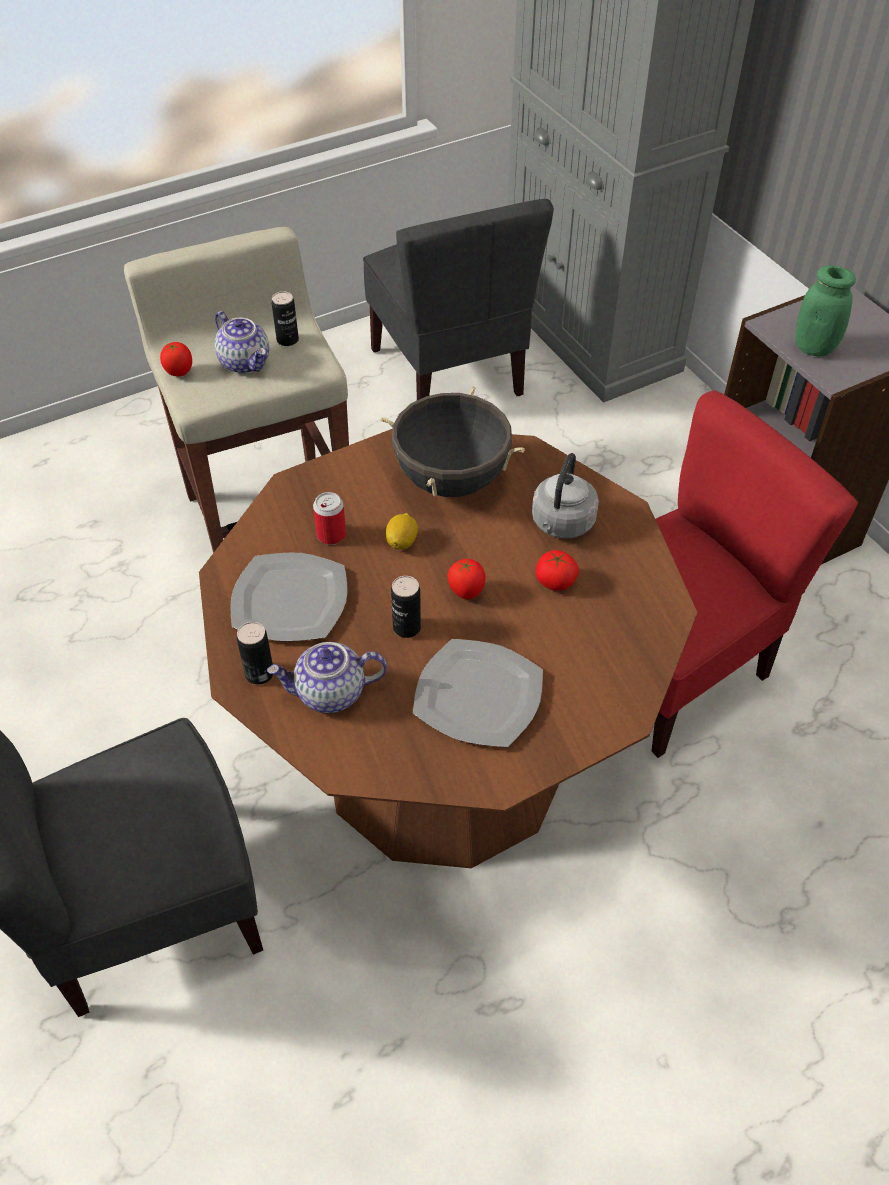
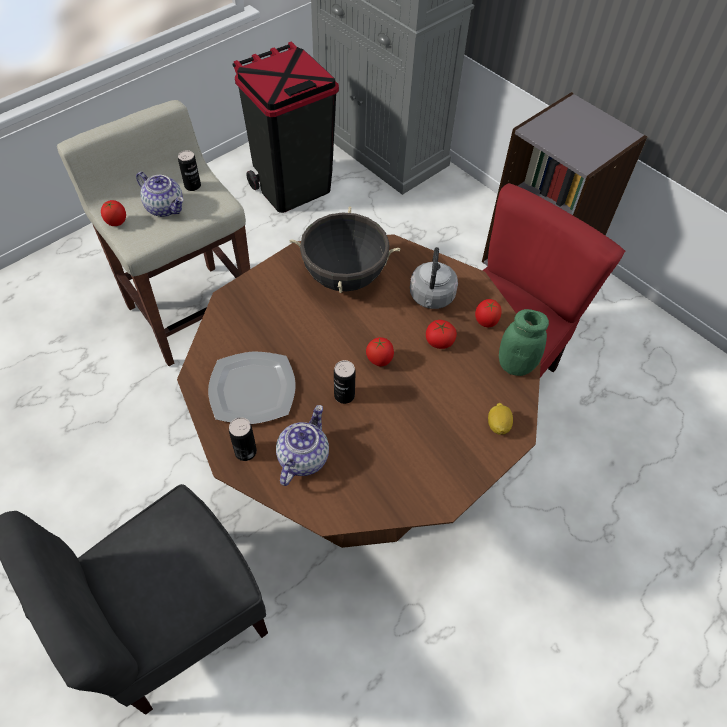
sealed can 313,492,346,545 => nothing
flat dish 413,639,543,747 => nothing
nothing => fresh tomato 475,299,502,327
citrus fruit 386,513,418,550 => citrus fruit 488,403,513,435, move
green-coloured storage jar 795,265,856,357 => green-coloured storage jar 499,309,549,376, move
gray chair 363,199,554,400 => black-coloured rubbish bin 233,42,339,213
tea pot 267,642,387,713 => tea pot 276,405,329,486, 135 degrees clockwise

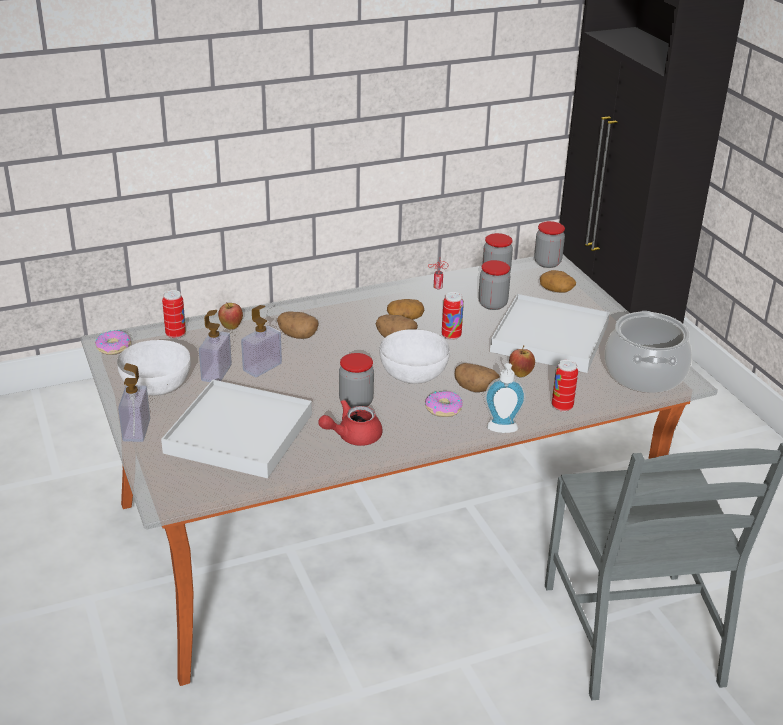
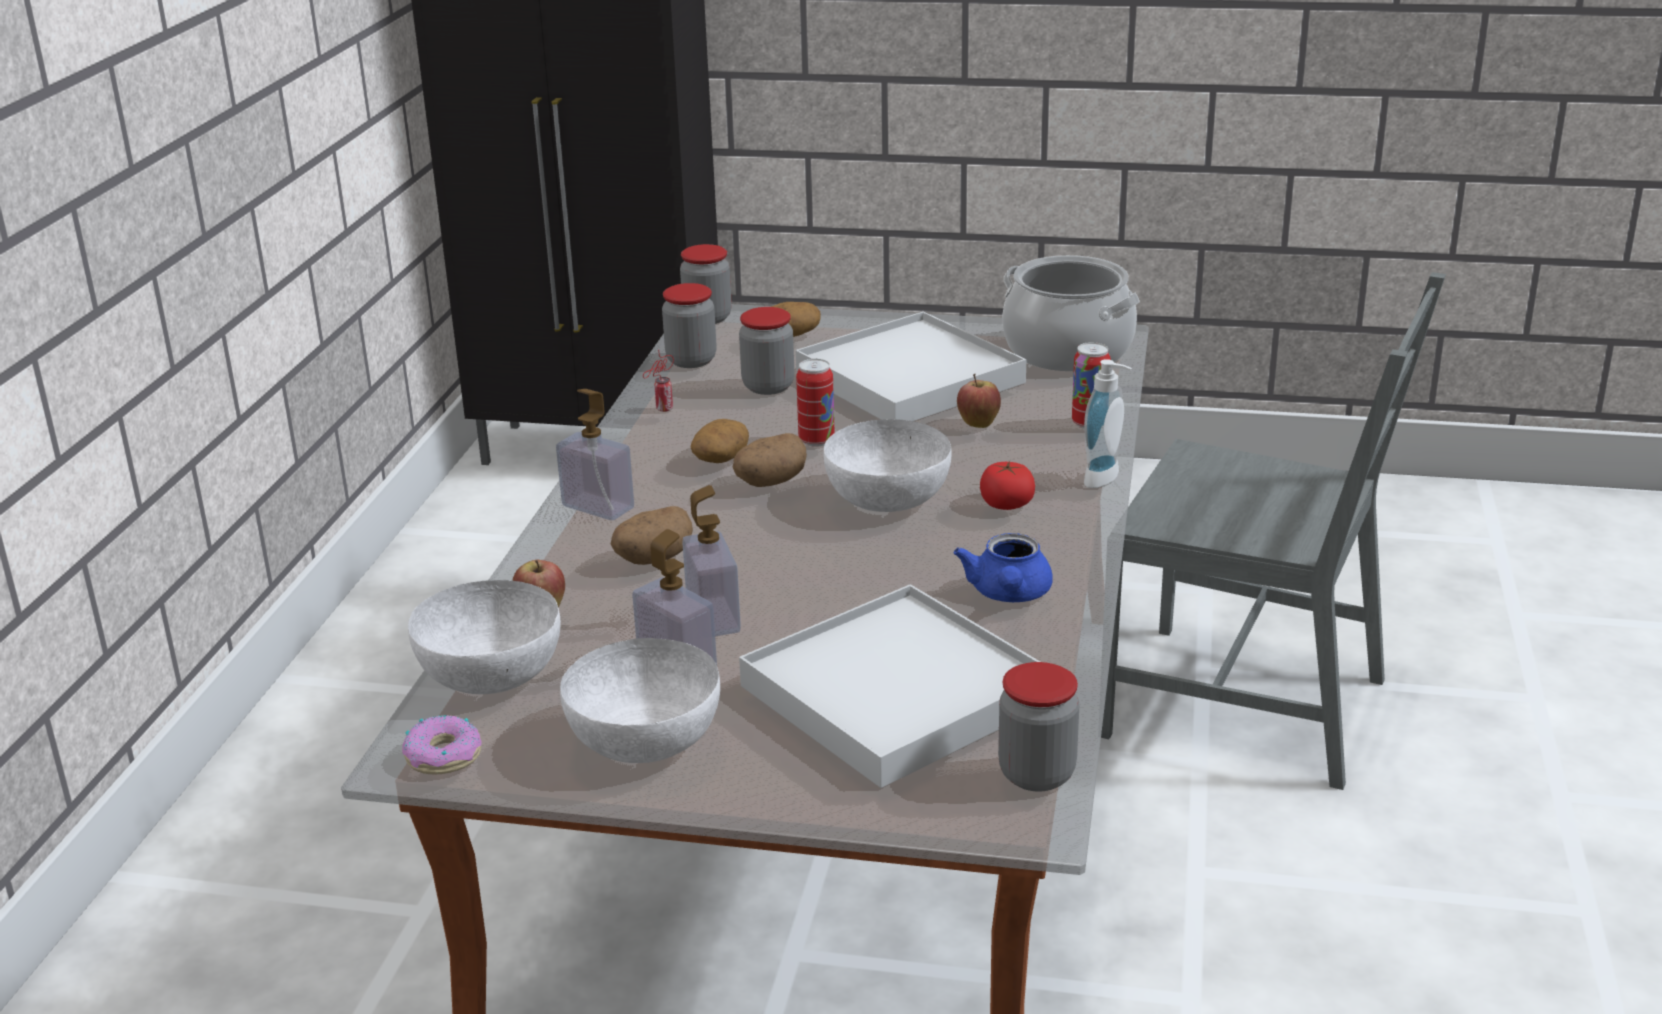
whole potato 455,363,500,392 => nothing
liquid soap bottle 118,363,150,442 => liquid soap bottle 556,389,634,520, move
storage jar 339,353,374,408 => storage jar 998,662,1080,791, move
sealed can 162,290,186,339 => whitish bowl 408,580,561,694
ring doughnut 425,391,462,417 => fresh tomato 980,461,1035,510
red-coloured tea pot 318,400,383,446 => blue-coloured tea pot 953,533,1053,602

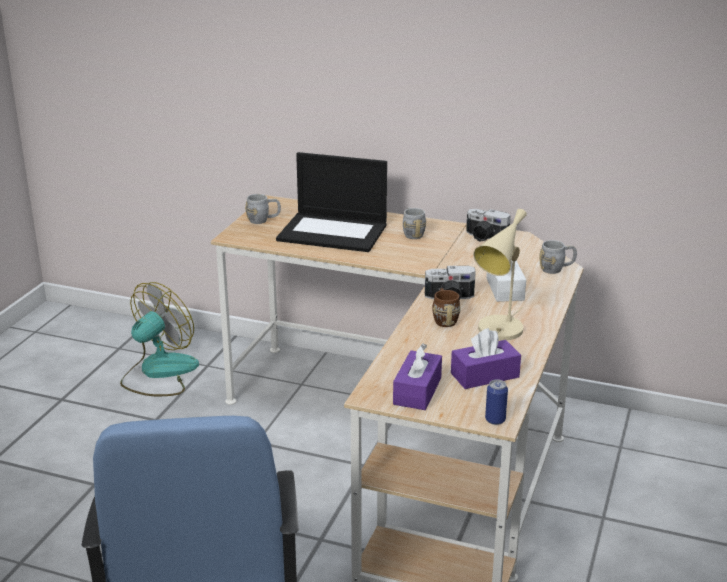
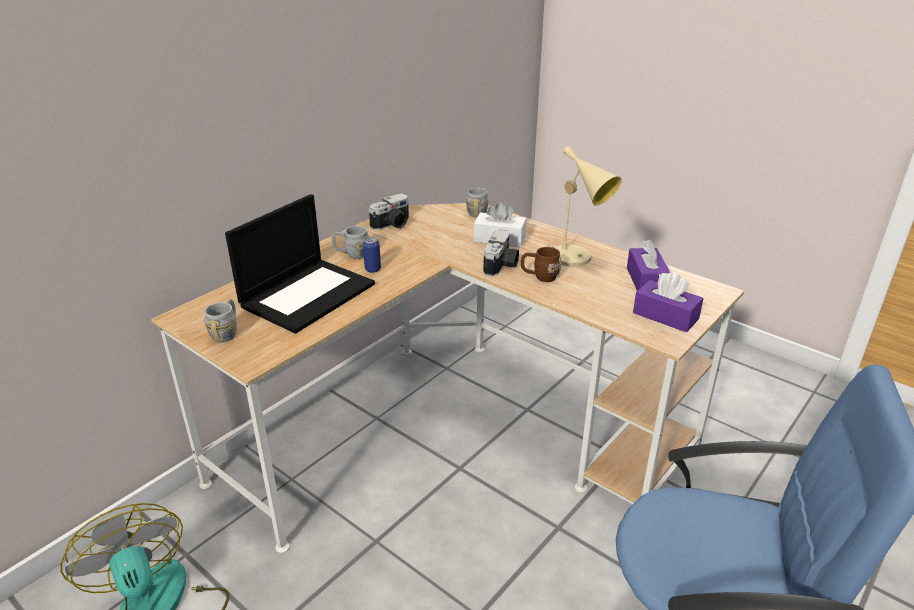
sealed can 485,379,508,425 => sealed can 363,236,381,273, move

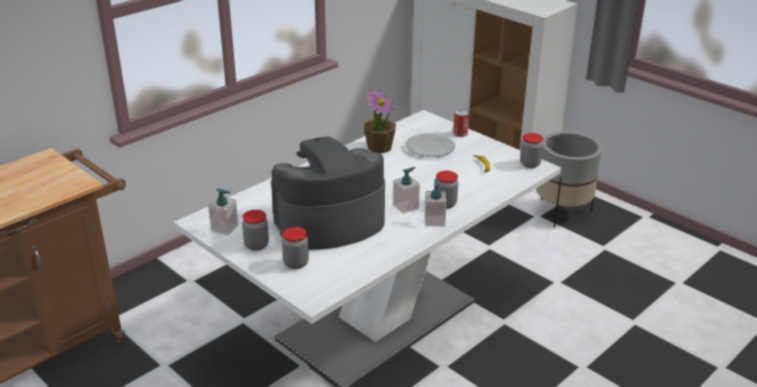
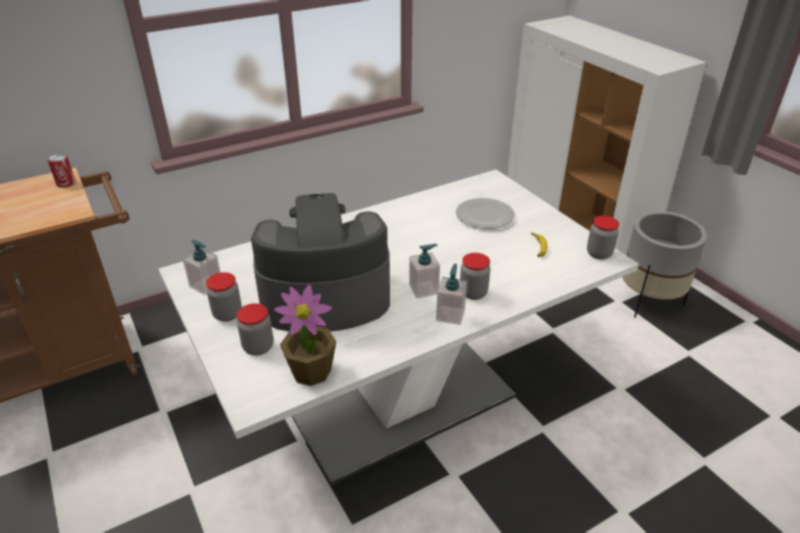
potted plant 364,88,396,153 => potted plant 275,284,336,386, move
sealed can 453,110,469,137 => sealed can 48,154,76,187, move

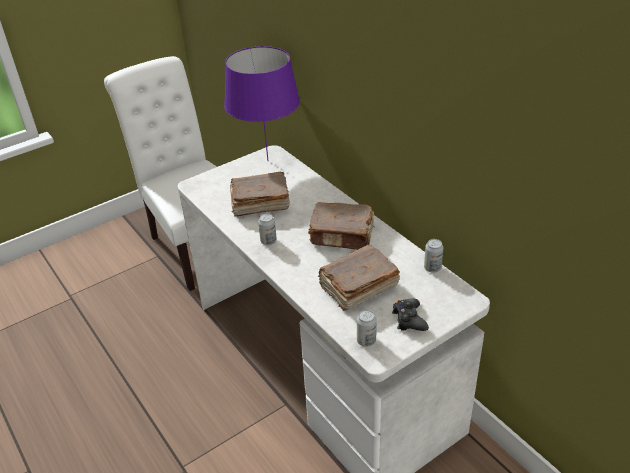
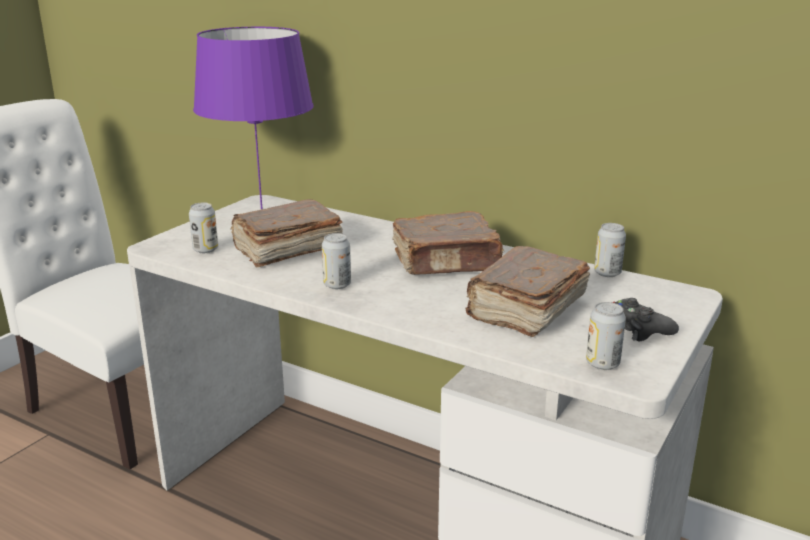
nothing => sealed can 189,202,218,253

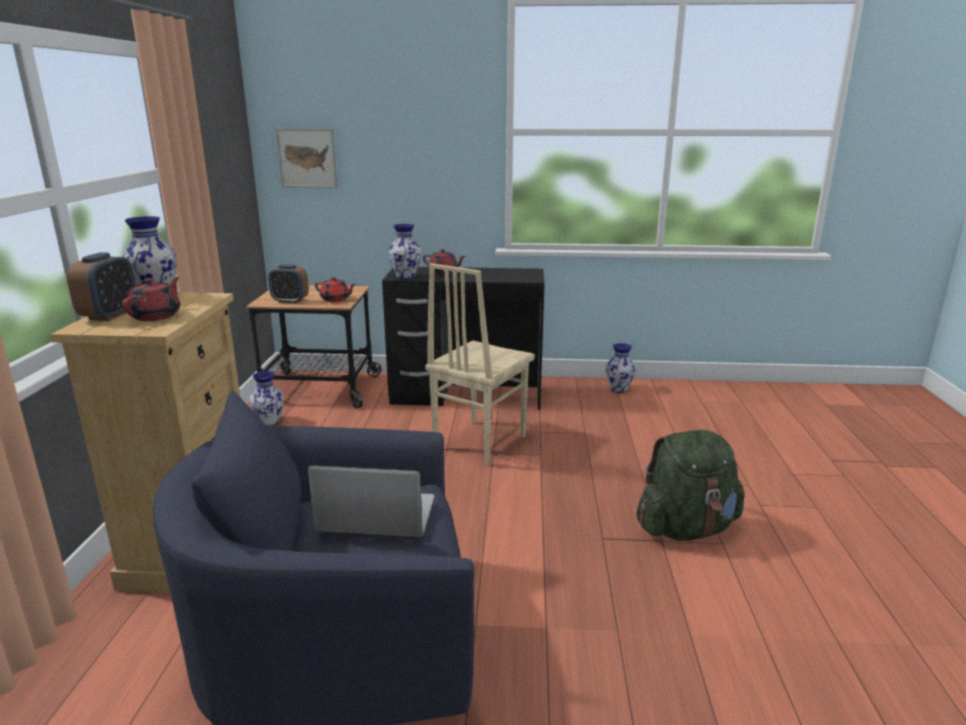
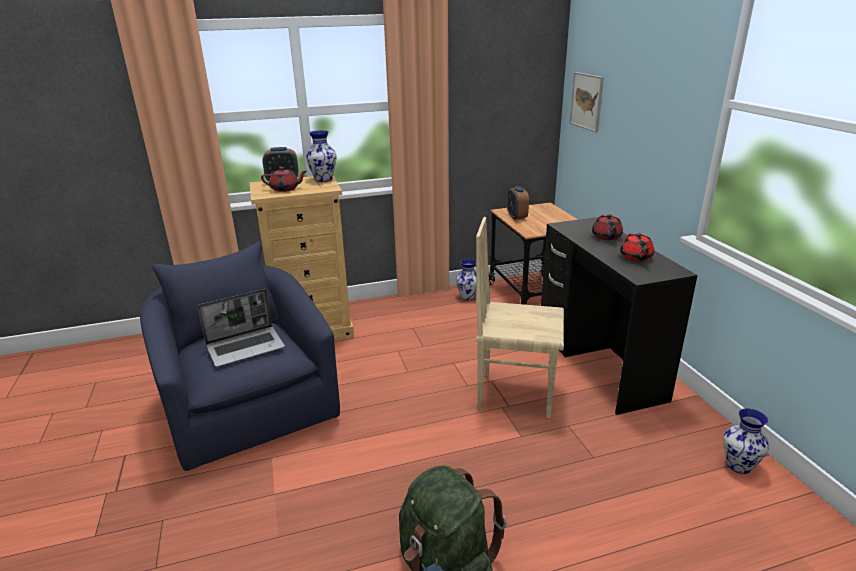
flower vase 388,224,421,279 => nothing
red-coloured tea pot 315,277,356,302 => red-coloured tea pot 620,233,654,262, move
portable computer 308,465,435,539 => portable computer 197,289,285,367, 75 degrees clockwise

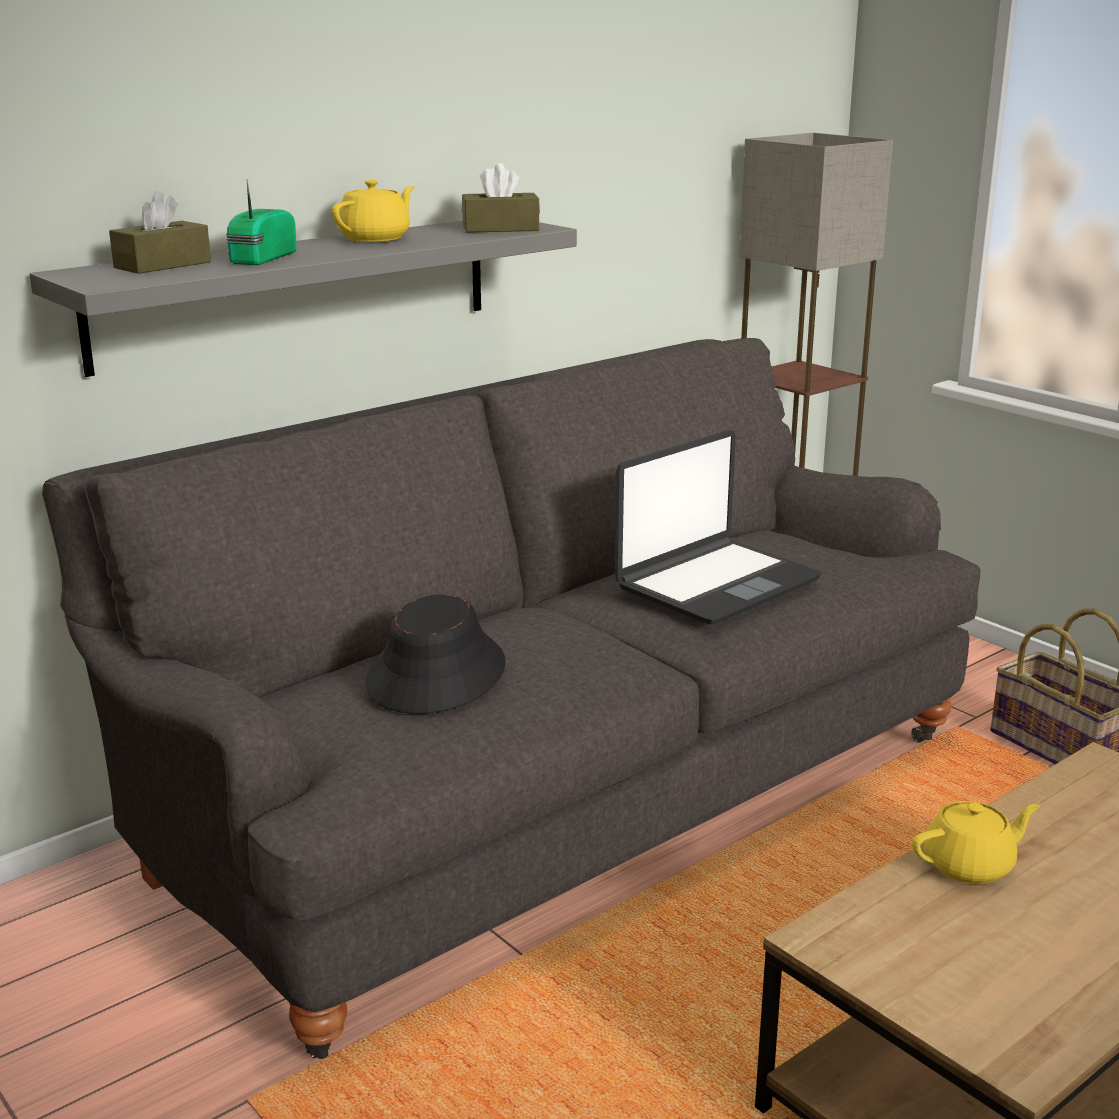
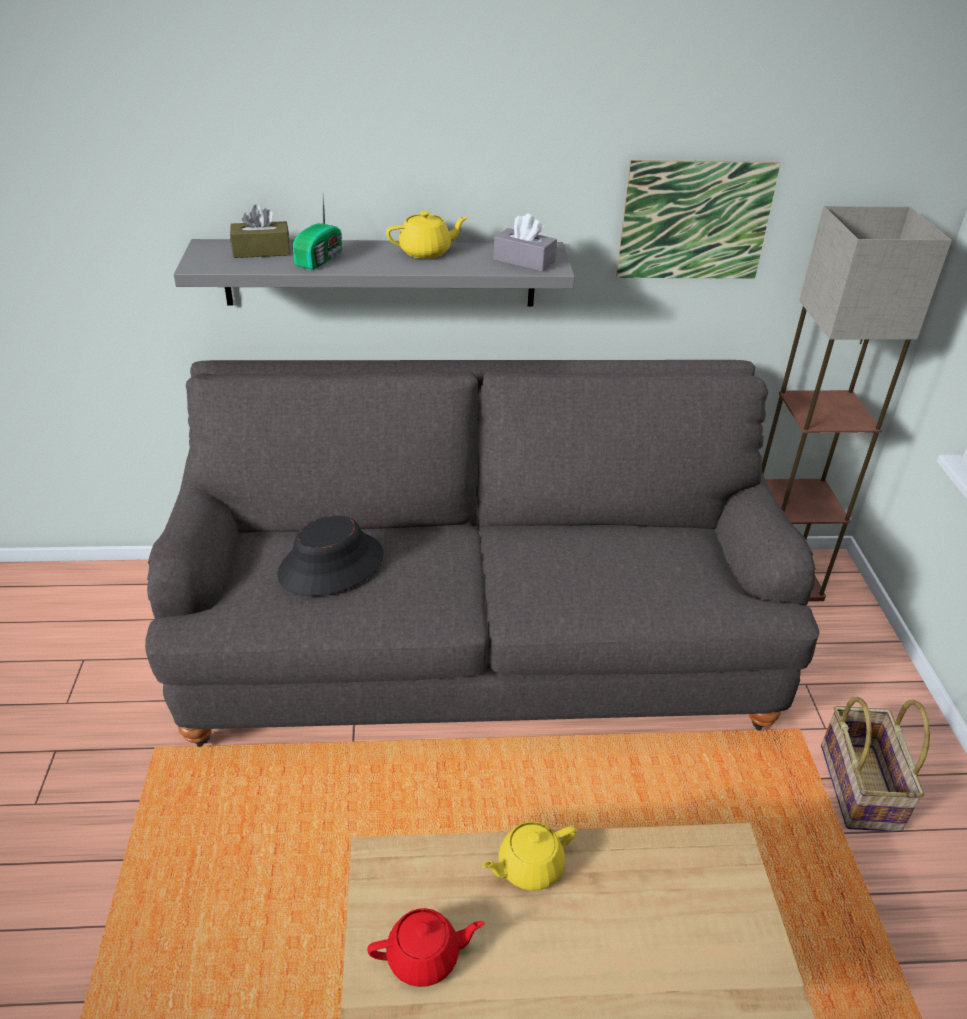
portable computer 615,430,821,624 => nothing
nothing => red-coloured tea pot 367,908,484,987
nothing => wall picture 616,160,781,279
brown-coloured tissue holder 462,163,540,233 => gray tissue holder 493,214,557,272
radio 226,179,297,265 => radio 293,195,343,270, 150 degrees clockwise
yellow tea pot 912,801,1040,884 => yellow tea pot 482,821,576,891, 135 degrees clockwise

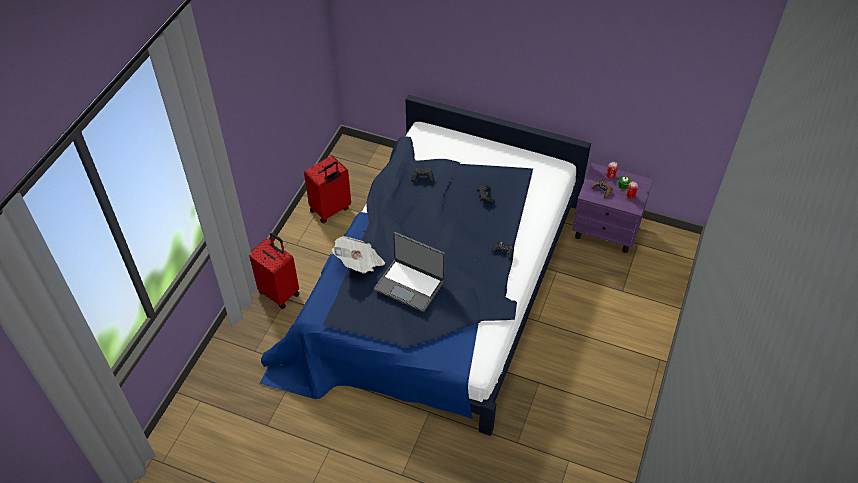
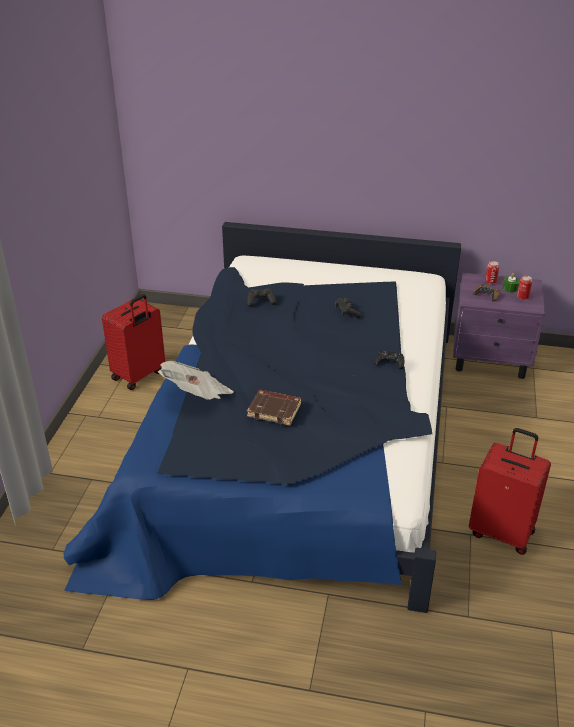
red-coloured piece of luggage 249,233,300,309 => red-coloured piece of luggage 469,428,551,555, move
portable computer 374,232,445,312 => brown-coloured book 247,390,302,426

